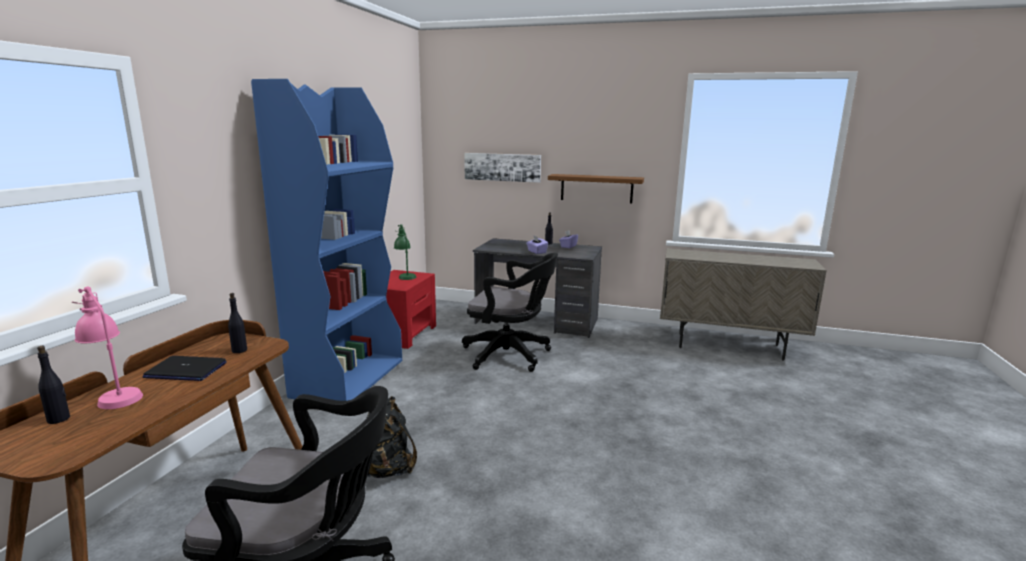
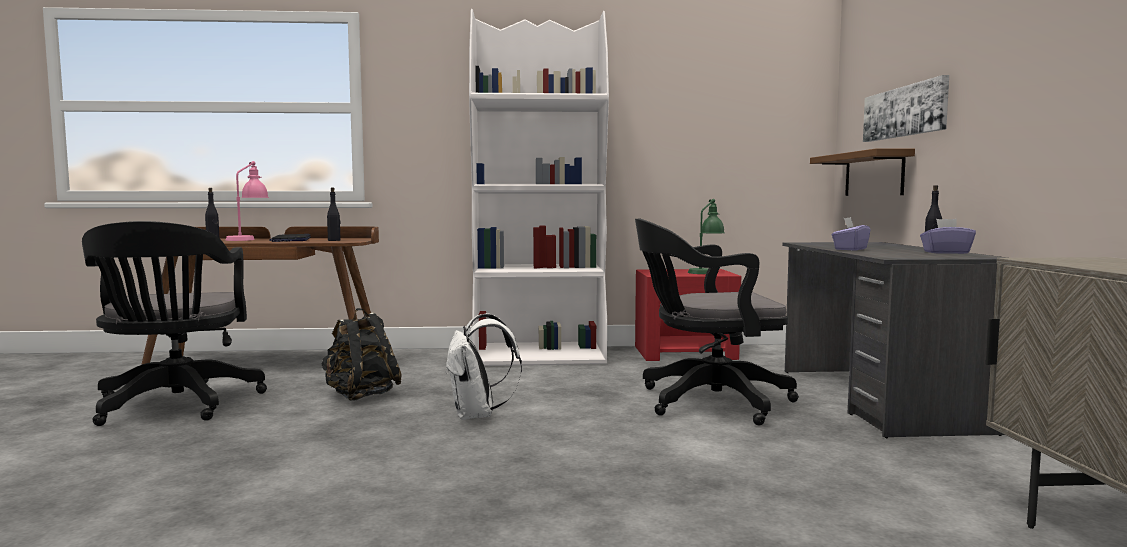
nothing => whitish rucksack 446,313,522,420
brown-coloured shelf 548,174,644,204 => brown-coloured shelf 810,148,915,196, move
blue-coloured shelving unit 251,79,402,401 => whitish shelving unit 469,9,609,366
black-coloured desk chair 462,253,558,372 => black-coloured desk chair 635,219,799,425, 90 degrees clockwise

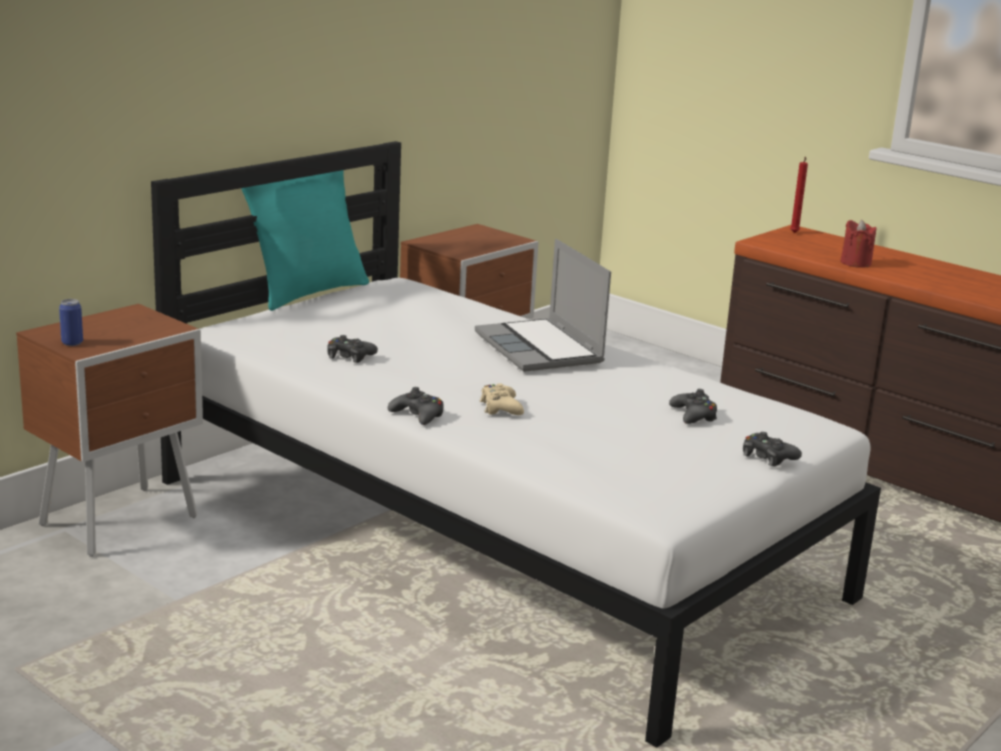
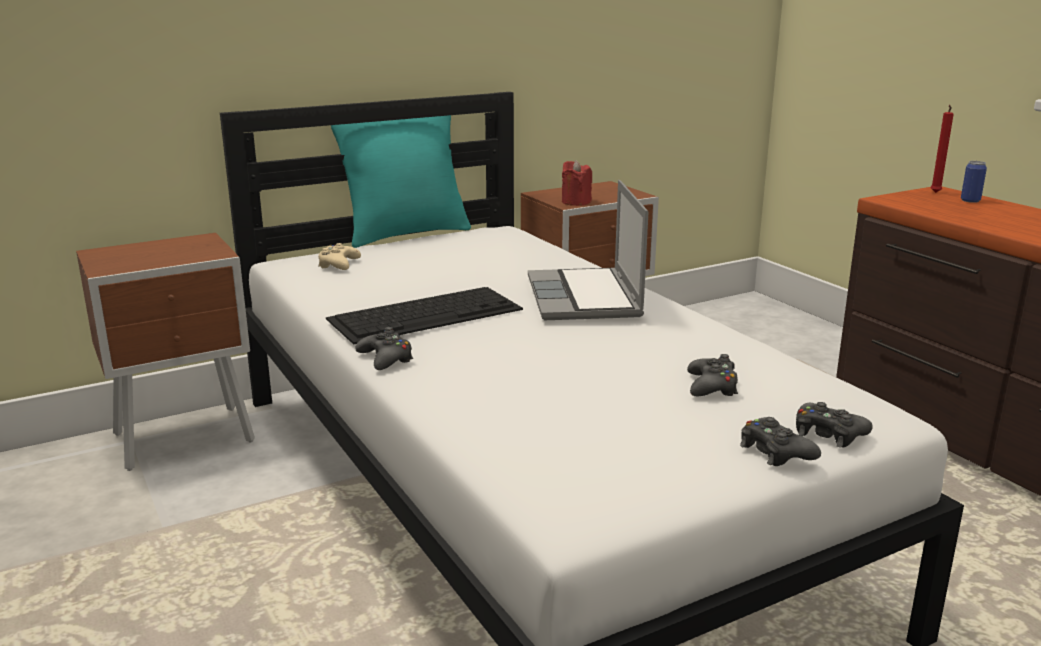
nothing => keyboard 326,287,523,345
sealed can 59,299,83,346 => sealed can 961,161,987,203, move
black-coloured joypad 327,335,378,363 => black-coloured joypad 796,402,873,448, move
beige joypad 480,383,524,415 => beige joypad 318,243,361,270, move
red-coloured candle 840,220,876,268 => red-coloured candle 562,160,592,206, move

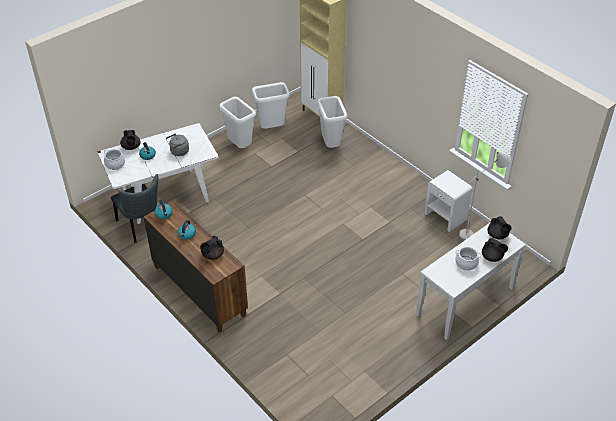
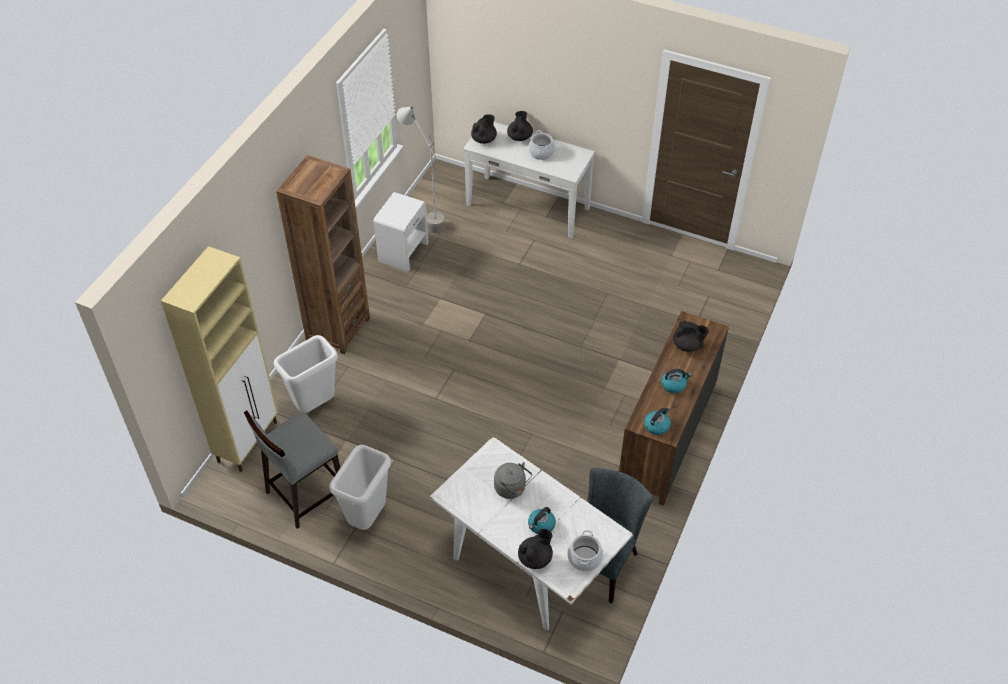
nothing => brown-coloured shelving unit 276,155,370,354
whitish rubbish bin 252,82,290,129 => gray stool 244,410,340,529

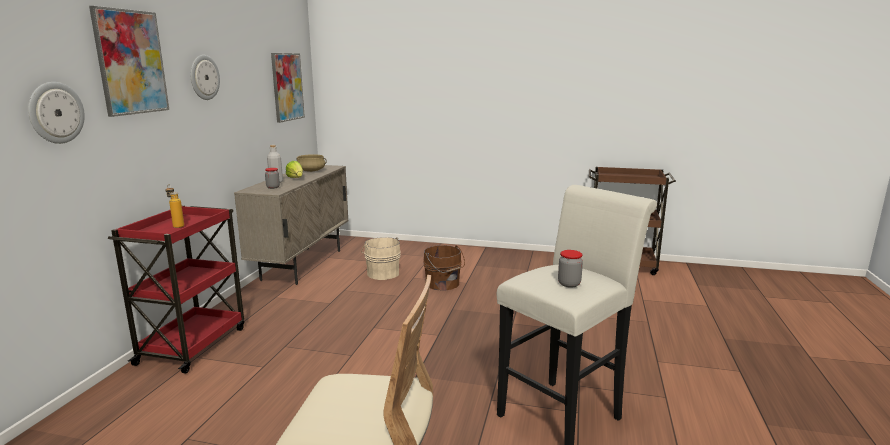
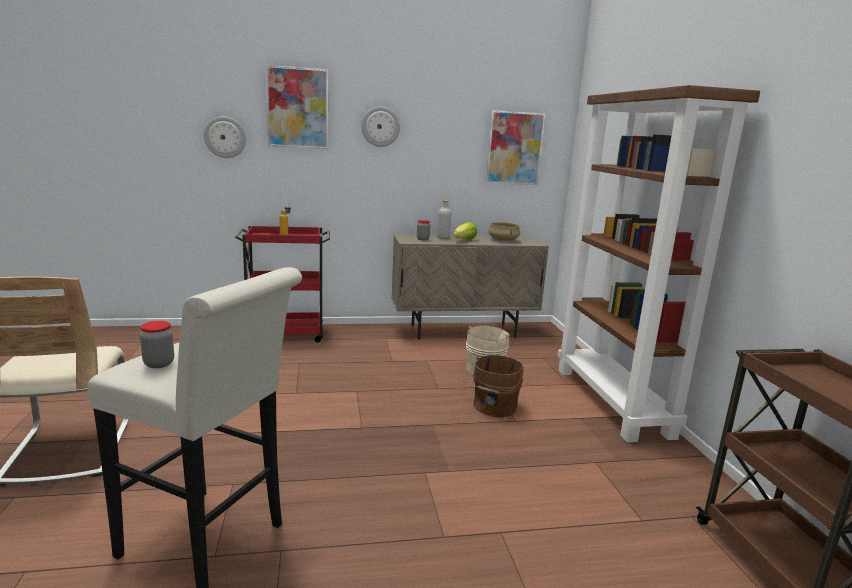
nothing => brown-coloured shelving unit 557,85,760,443

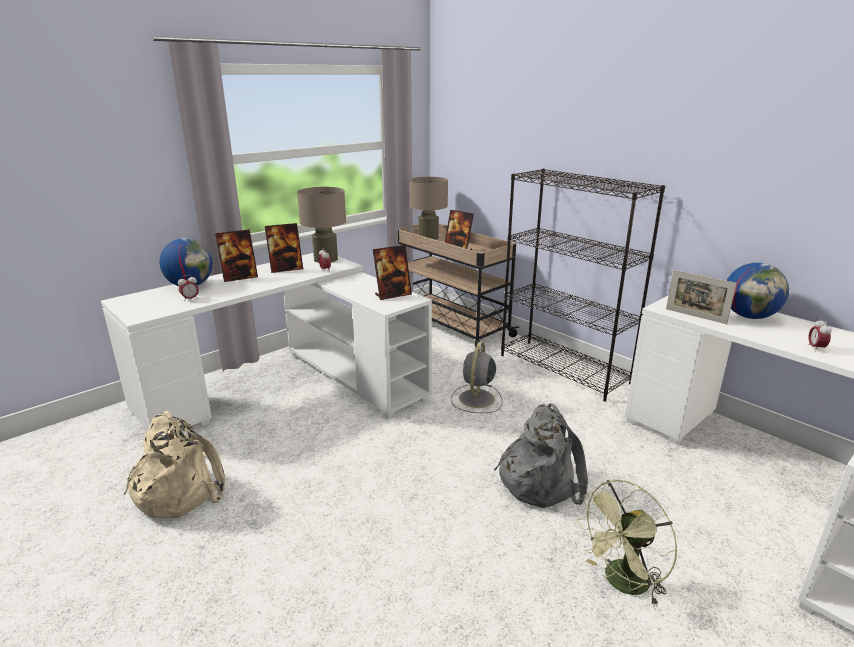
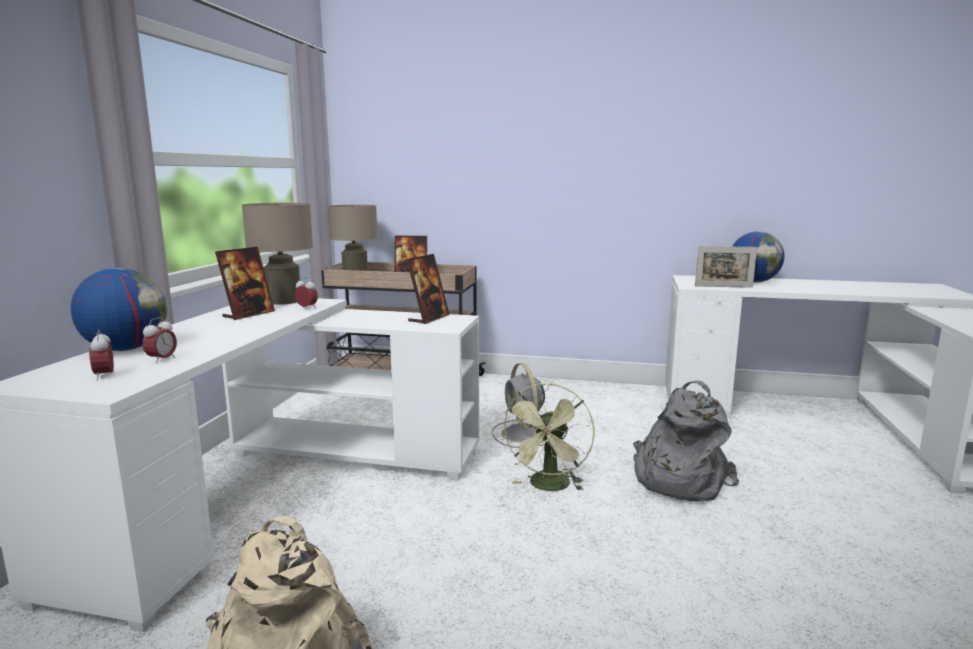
picture frame 215,229,258,282 => nothing
black-coloured shelving unit 501,169,665,401 => nothing
green-coloured cooling fan 577,479,677,606 => green-coloured cooling fan 501,383,595,491, move
alarm clock 808,319,832,352 => alarm clock 89,330,114,381, move

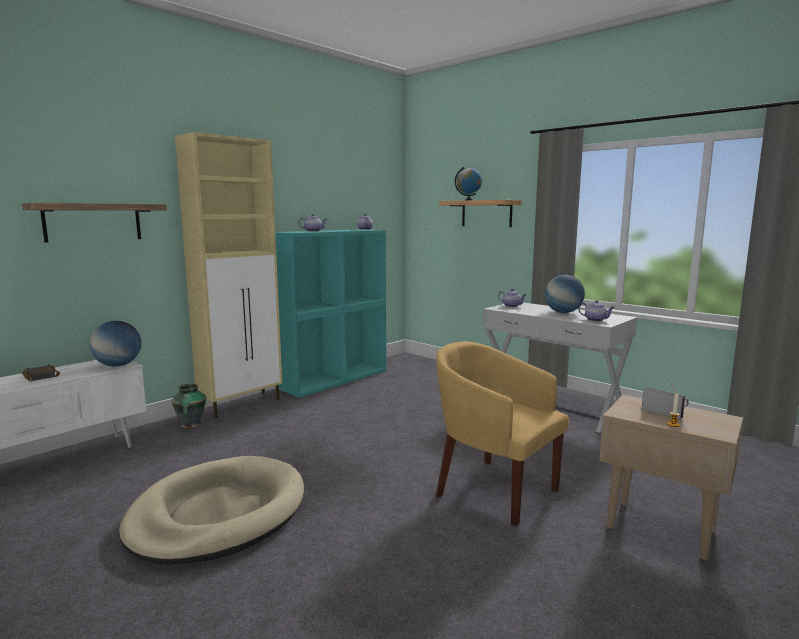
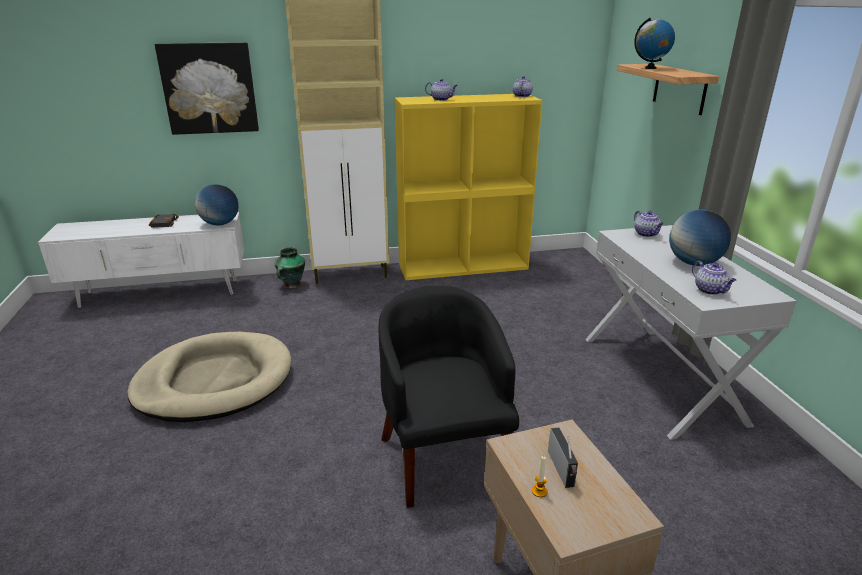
shelf 22,203,167,242 => wall picture 155,42,259,135
turquoise shelving unit 275,229,386,398 => yellow shelving unit 395,94,542,280
yellow lounge chair 436,342,569,526 => black-coloured lounge chair 379,286,519,508

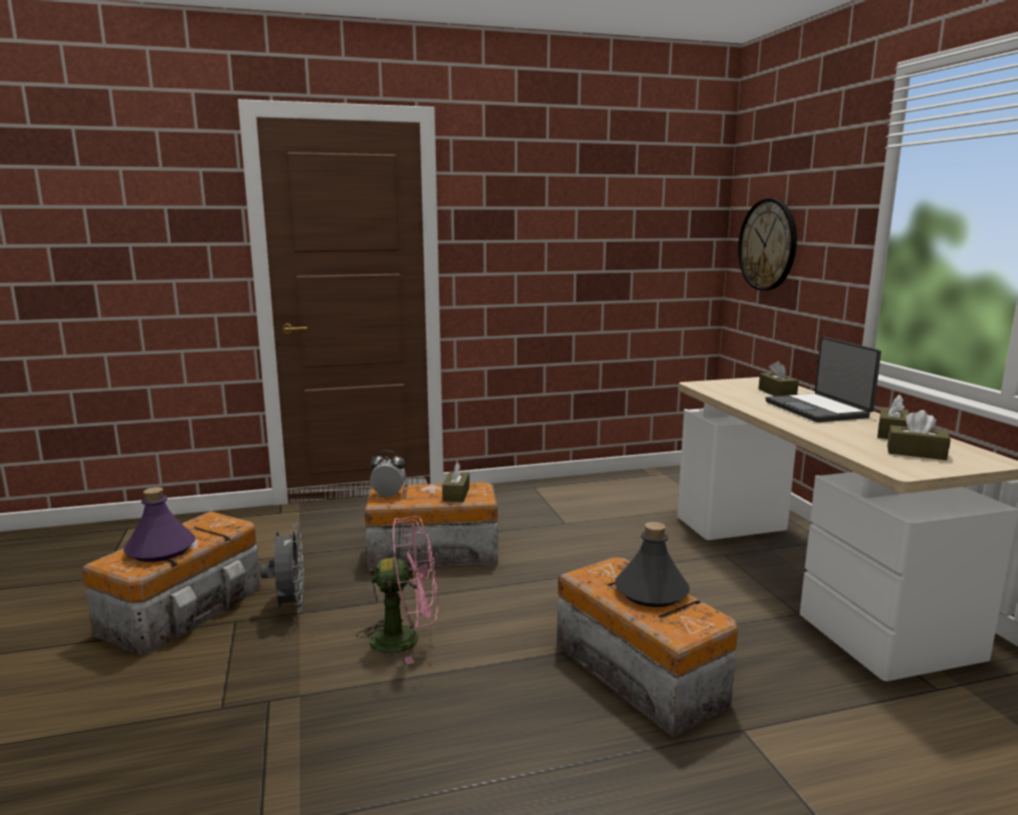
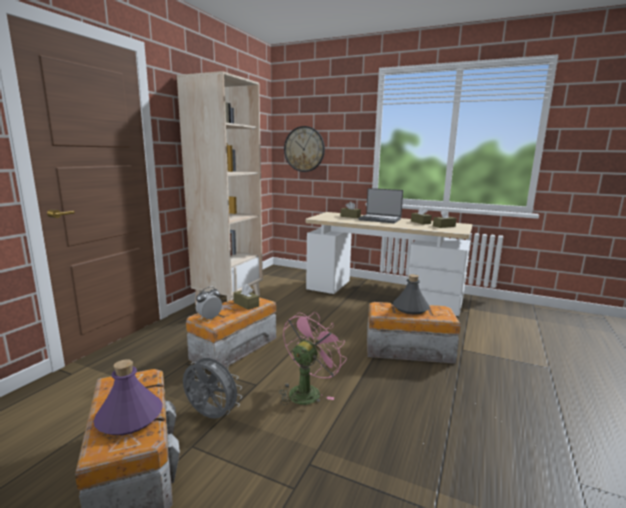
nothing => beige shelving unit 177,71,263,305

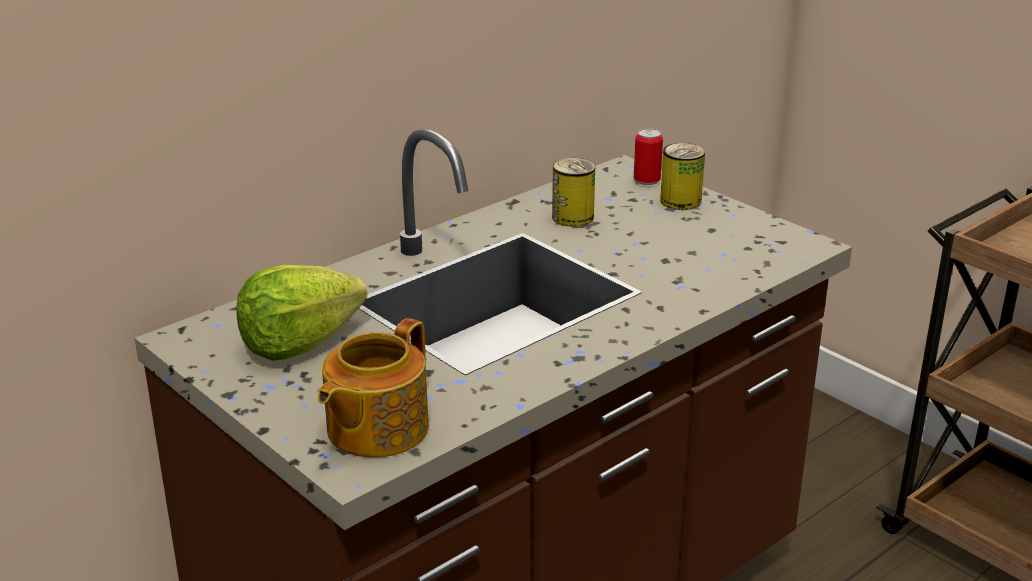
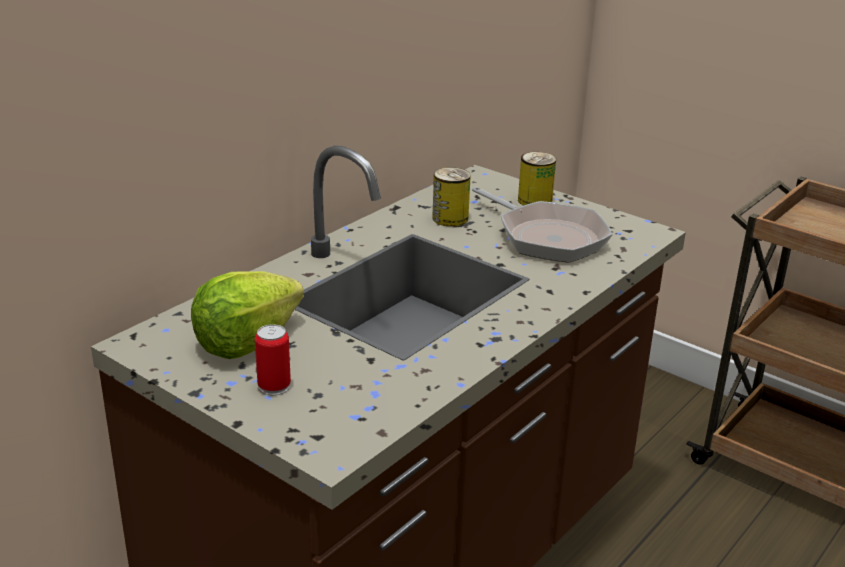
tea pot 318,318,429,458 => nothing
nothing => pan 472,187,613,263
sealed can 634,128,663,187 => sealed can 255,324,291,395, move

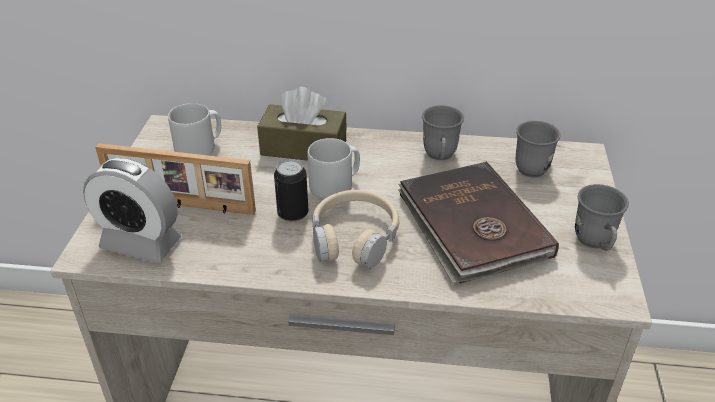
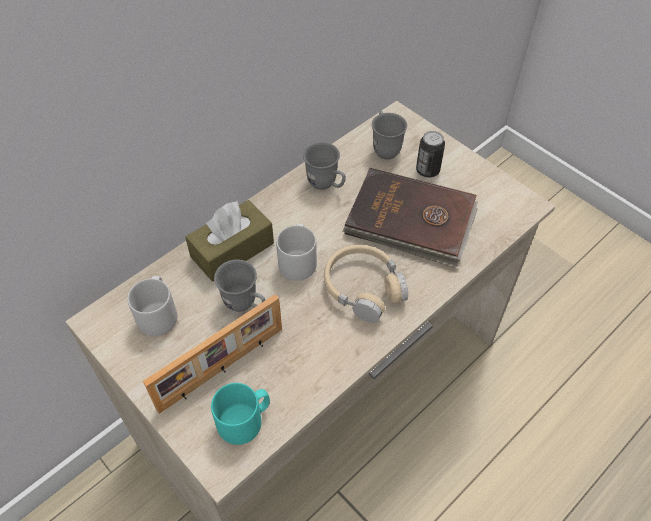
sealed can 274,159,308,222 => sealed can 416,131,445,178, move
gray coffee mug 575,184,629,251 => gray coffee mug 214,260,265,312, move
alarm clock 83,158,181,263 => turquoise coffee mug 211,383,270,445

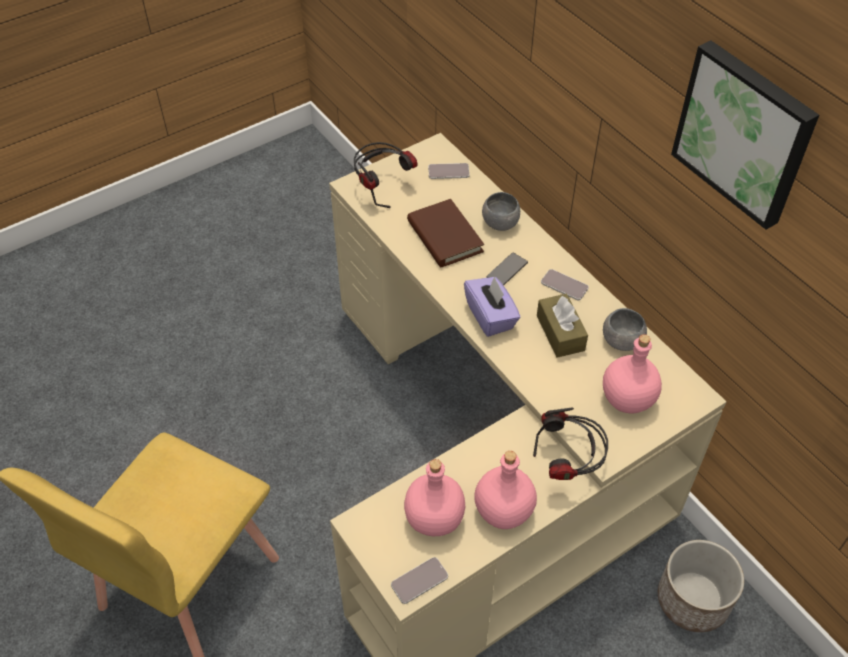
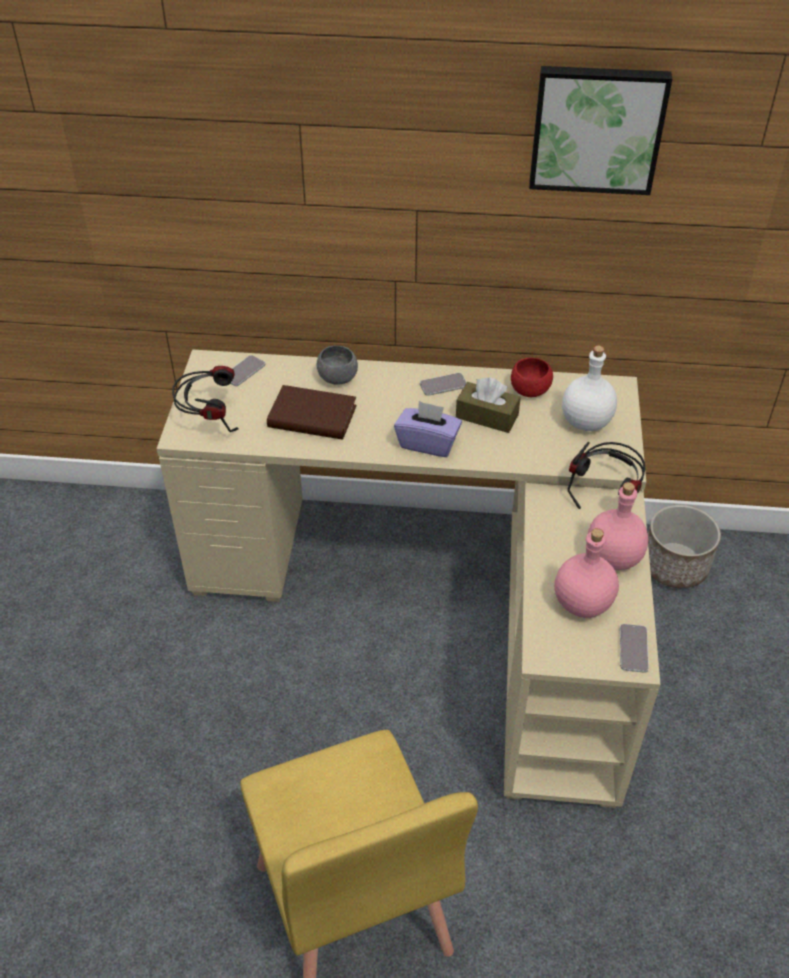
telephone 486,253,528,285 => nothing
gray bowl 603,308,647,351 => red-coloured bowl 511,358,553,397
pinkish bottle 603,334,662,413 => whitish bottle 562,346,617,431

